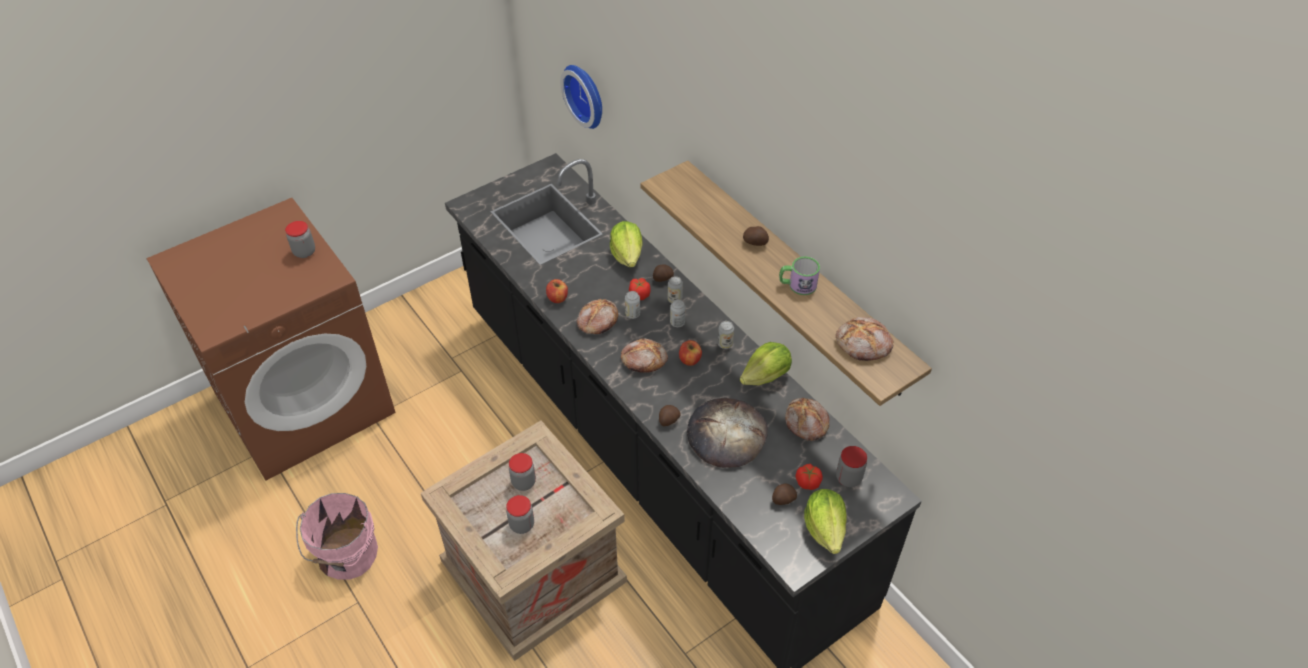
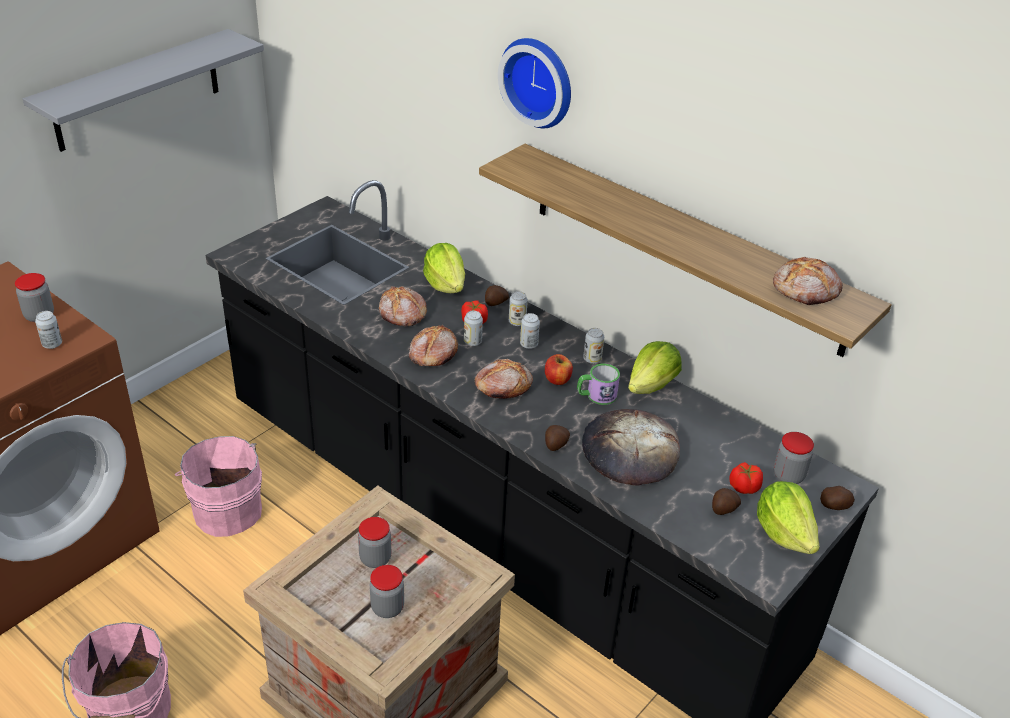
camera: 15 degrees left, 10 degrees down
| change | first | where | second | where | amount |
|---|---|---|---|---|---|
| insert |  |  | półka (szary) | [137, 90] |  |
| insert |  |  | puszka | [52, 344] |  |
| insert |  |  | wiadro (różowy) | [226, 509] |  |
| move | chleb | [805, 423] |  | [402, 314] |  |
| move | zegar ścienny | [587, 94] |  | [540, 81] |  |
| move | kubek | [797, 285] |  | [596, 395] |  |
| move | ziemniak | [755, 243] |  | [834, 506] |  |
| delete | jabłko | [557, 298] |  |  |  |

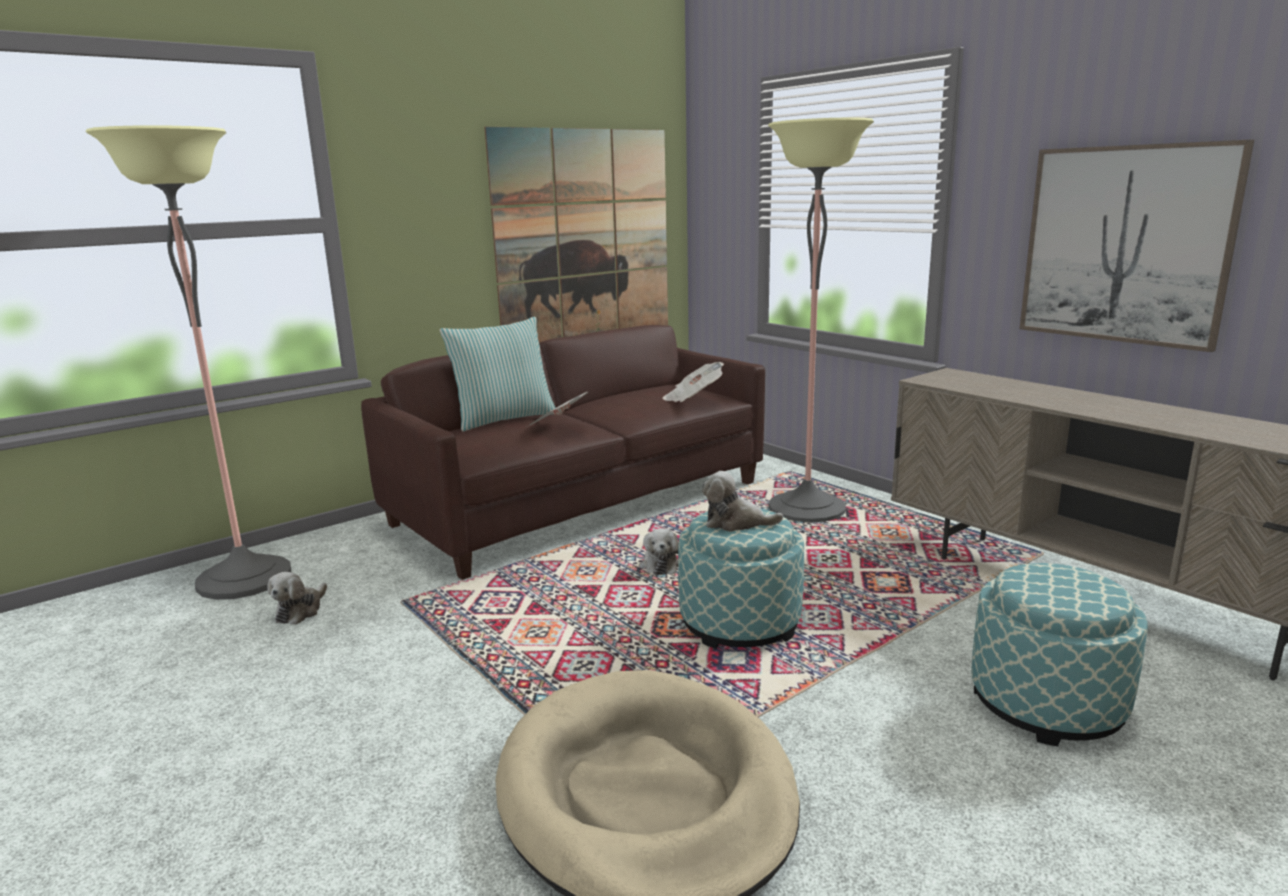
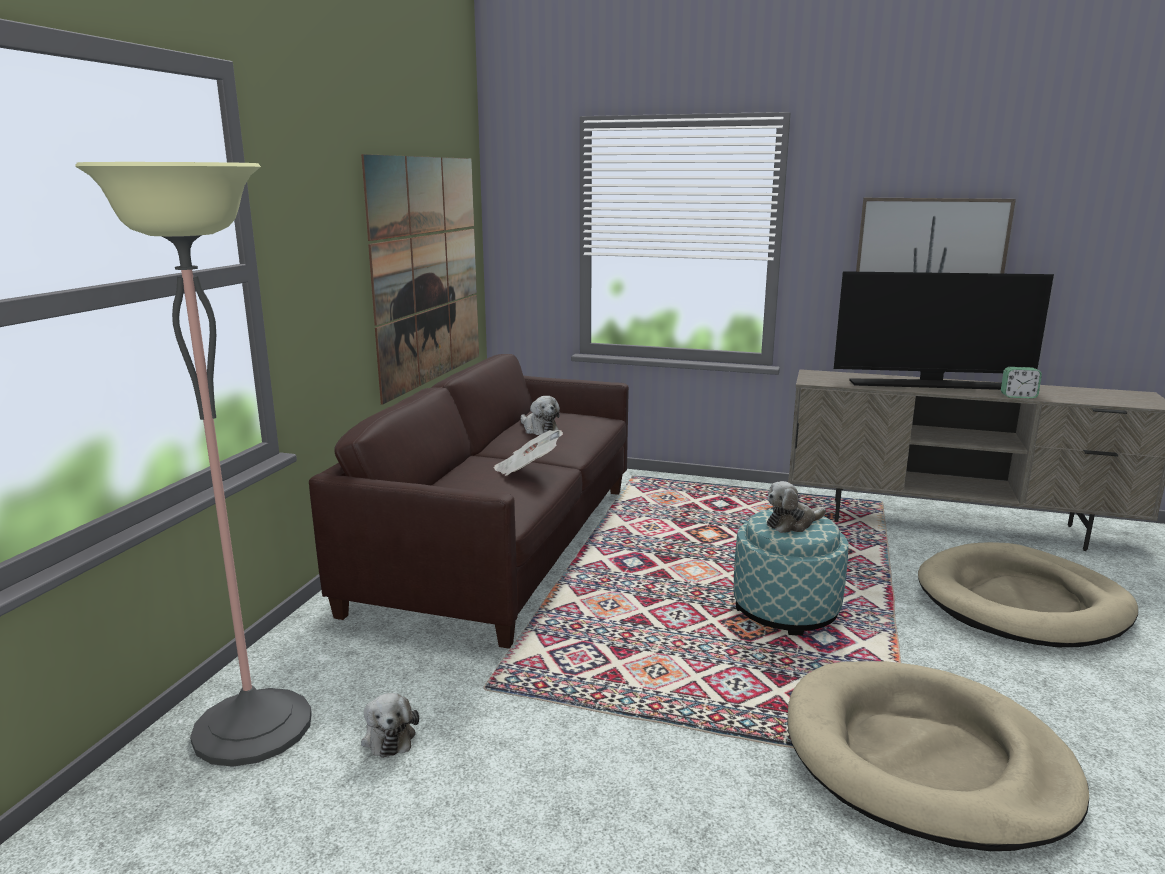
camera: 35 degrees left, 0 degrees up
| change | first | where | second | where | amount |
|---|---|---|---|---|---|
| move | pluszak | [660, 565] |  | [539, 429] |  |
| insert |  |  | telewizor | [931, 385] |  |
| replace | pufa | [1047, 703] | legowisko (beżowy) | [1022, 602] |  |
| insert |  |  | budzik | [1018, 396] |  |
| delete | poduszka | [503, 419] |  |  |  |
| delete | gazeta | [693, 398] |  |  |  |
| delete | lampa stojąca | [806, 508] |  |  |  |

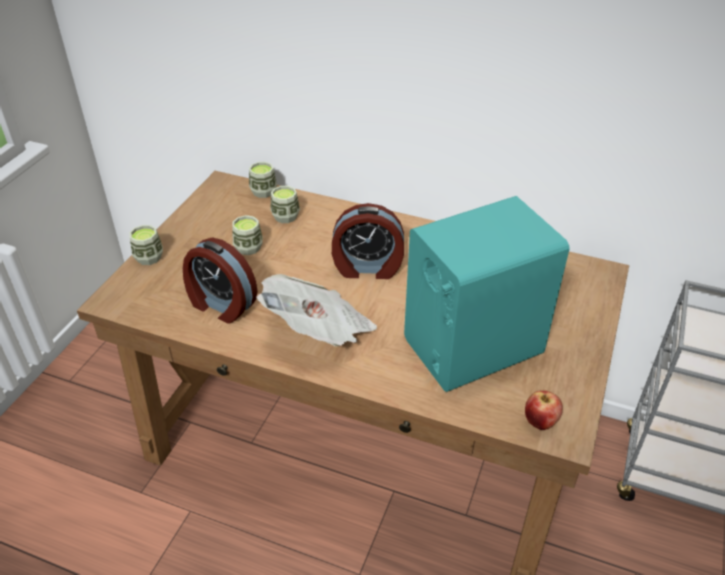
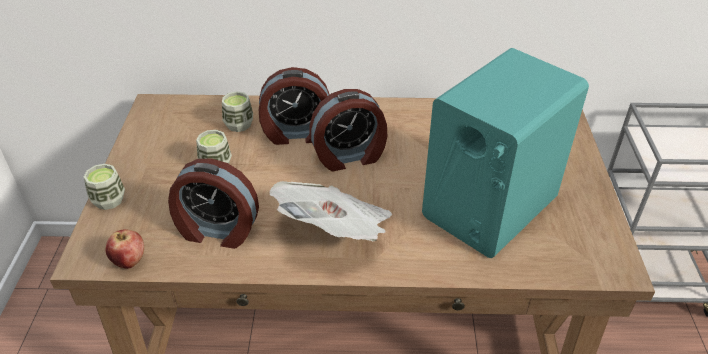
camera: 20 degrees left, 0 degrees up
| change | first | where | second | where | amount |
|---|---|---|---|---|---|
| move | jabłko | [540, 422] |  | [129, 261] |  |
| insert |  |  | budzik | [297, 133] |  |
| delete | filiżanka | [263, 191] |  |  |  |

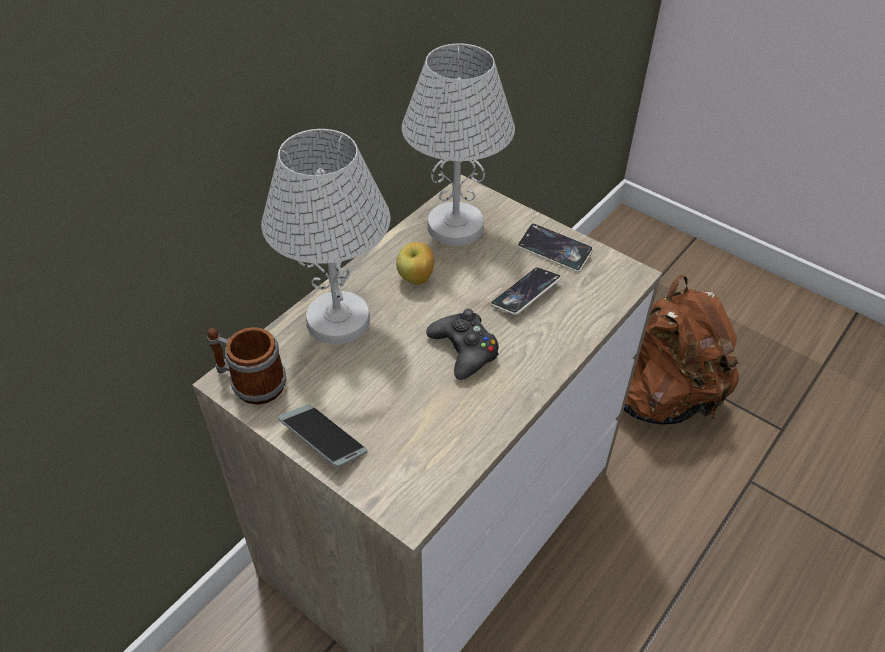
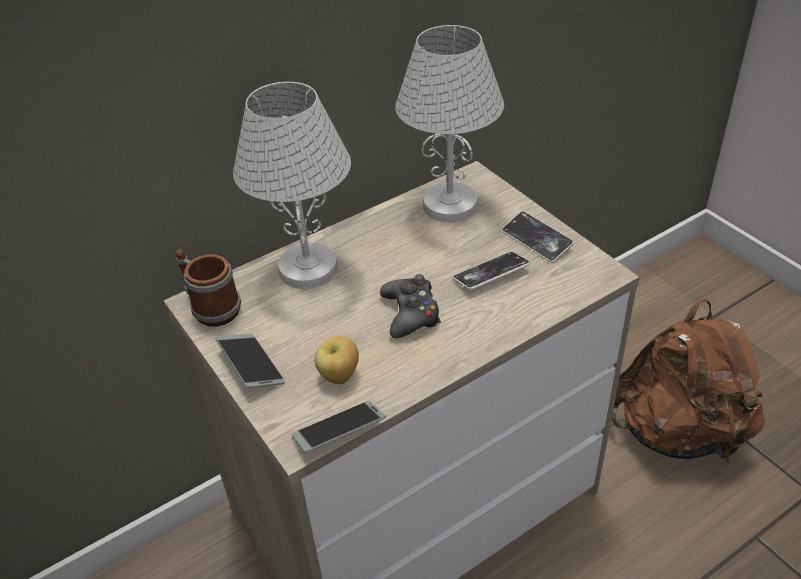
camera: 20 degrees right, 5 degrees down
| change | first | where | second | where | amount |
|---|---|---|---|---|---|
| insert |  |  | telefon | [339, 432] |  |
| move | jabłko | [416, 278] |  | [339, 376] |  |

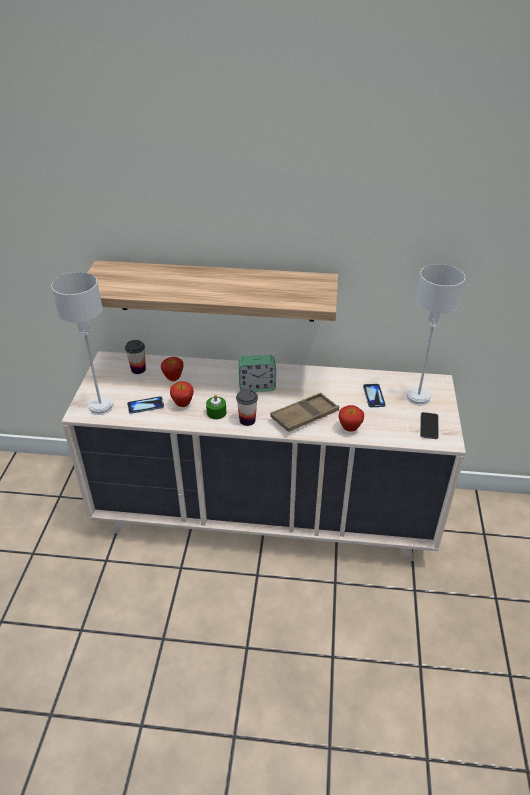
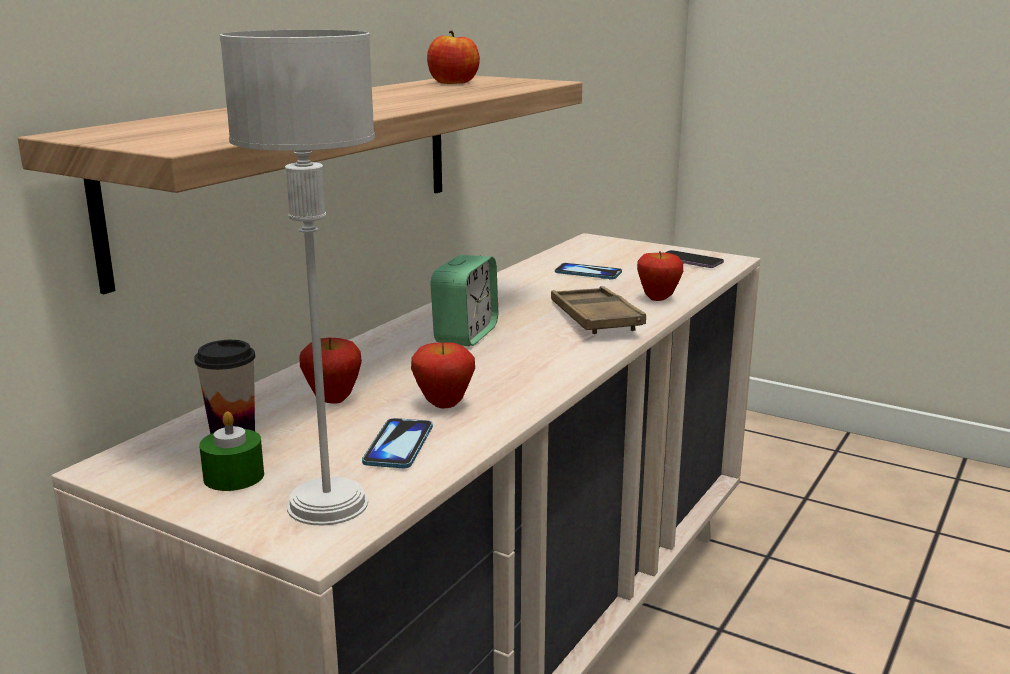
camera: 65 degrees left, 20 degrees down
| change | first | where | second | where | amount |
|---|---|---|---|---|---|
| move | świeca (zielony) | [216, 412] |  | [234, 476] |  |
| insert |  |  | jabłko | [453, 83] |  |
| delete | filiżanka | [247, 420] |  |  |  |
| delete | lampa stołowa (szary) | [418, 397] |  |  |  |

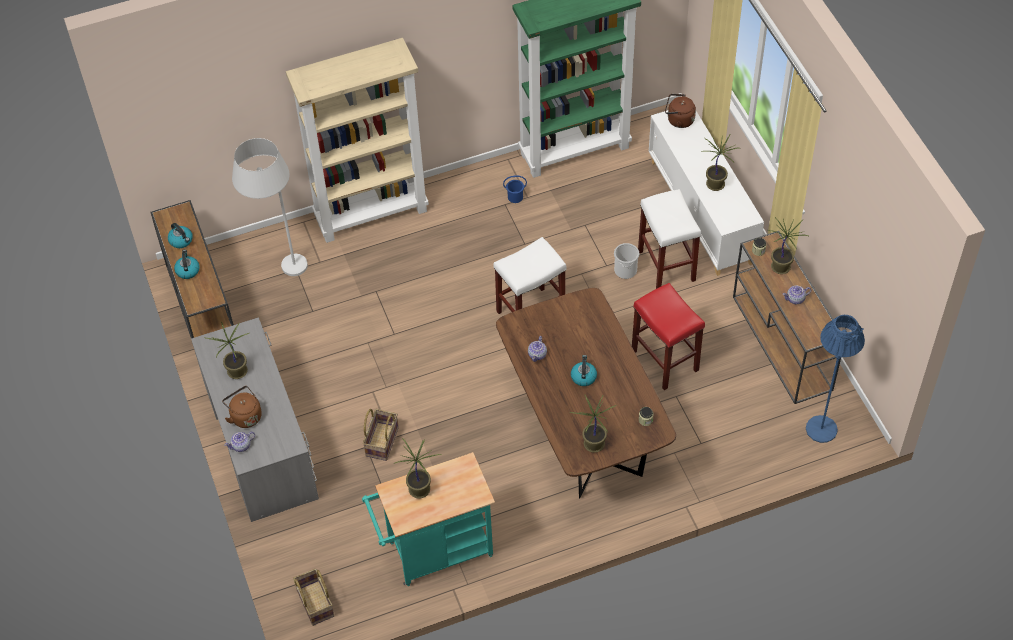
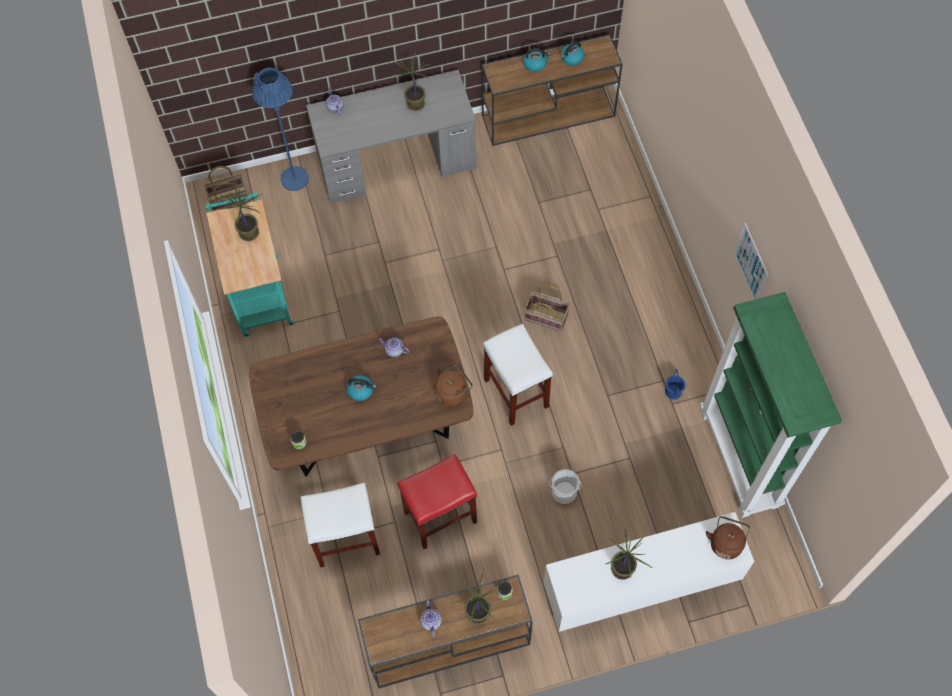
camera: 95 degrees right, 10 degrees up
| change | first | where | second | where | amount |
|---|---|---|---|---|---|
| move | lampa stojąca (niebieski) | [821, 429] |  | [294, 179] |  |
| move | stołek (biały) | [667, 266] |  | [345, 540] |  |
| move | czajnik (brązowy) | [245, 416] |  | [452, 392] |  |
| move | koszyk | [381, 441] |  | [546, 316] |  |
| insert |  |  | obraz | [751, 263] |  |
| delete | lampa stojąca (biały) | [279, 266] |  |  |  |
| delete | regał (beżowy) | [372, 213] |  |  |  |
| delete | roślina doniczkowa | [594, 445] |  |  |  |

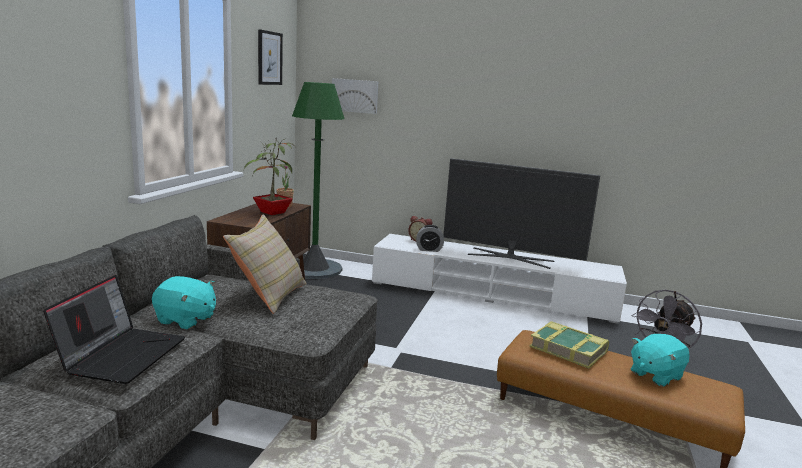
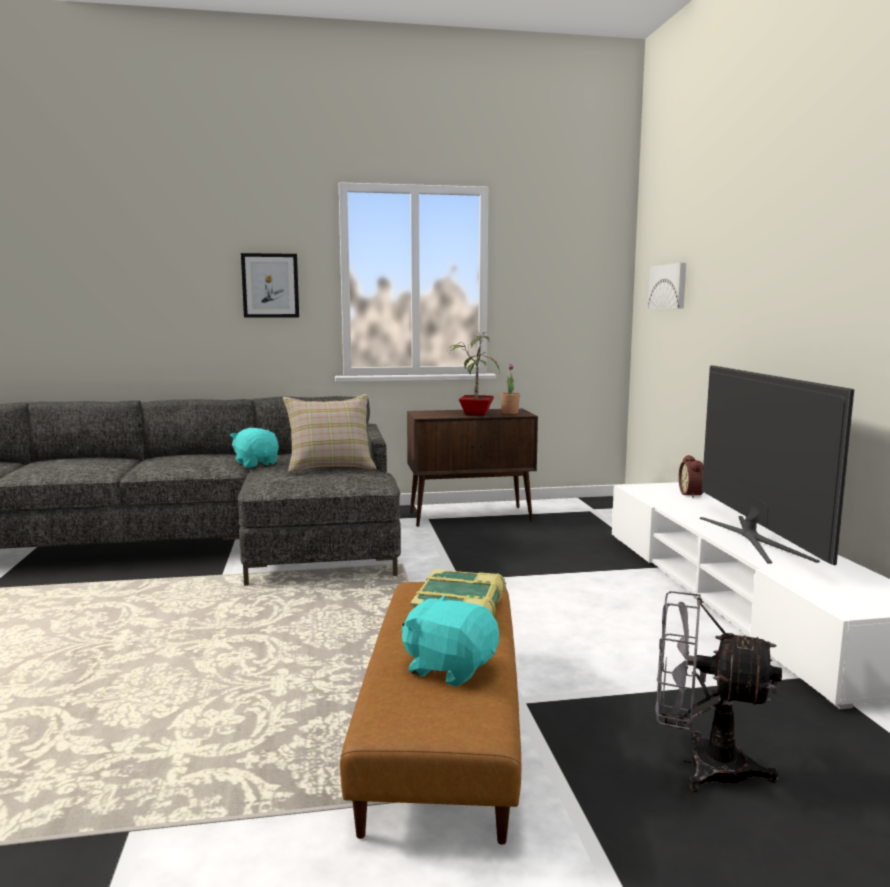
camera: 65 degrees right, 5 degrees down
| change | first | where | second | where | amount |
|---|---|---|---|---|---|
| rotate | pluszak (turkusowy) | [185, 320] |  | [256, 463] | 150 degrees clockwise |
| move | obraz | [269, 58] |  | [270, 285] |  |
| delete | laptop | [122, 354] |  |  |  |
| delete | lampa stojąca (zielony) | [314, 269] |  |  |  |
| delete | budzik | [429, 249] |  |  |  |

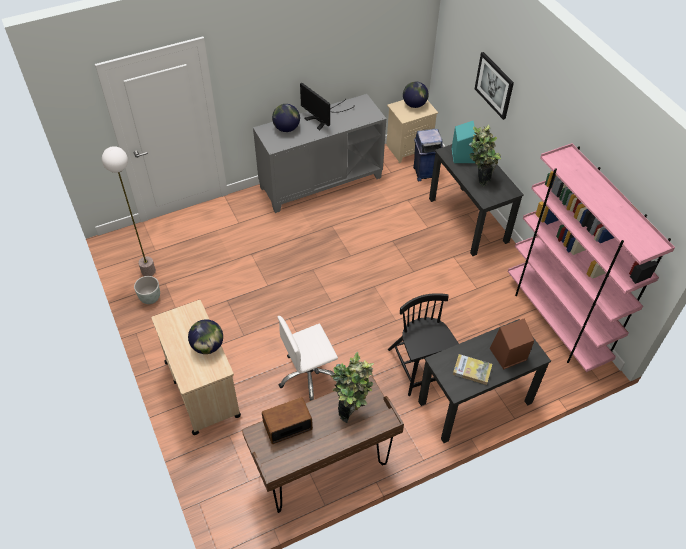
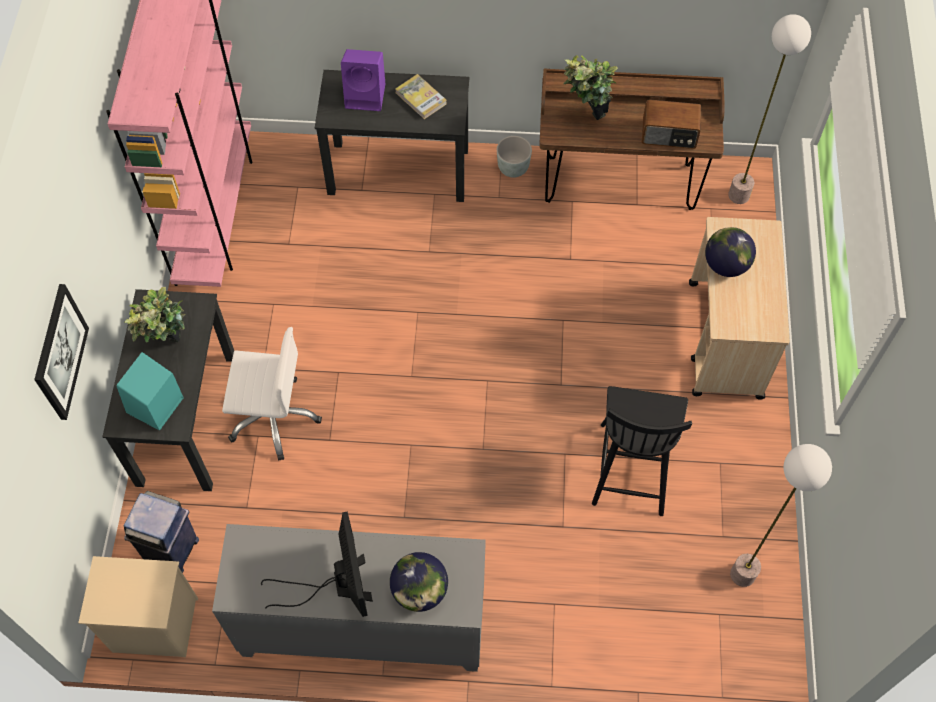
camera: 150 degrees left, 10 degrees up
| change | first | where | second | where | amount |
|---|---|---|---|---|---|
| move | krzesło biurowe (biały) | [309, 376] |  | [274, 417] |  |
| recolor | głośnik (brązowy) | [507, 355] | głośnik (fioletowy) | [366, 96] |  |
| move | donica (szary) | [150, 298] |  | [513, 169] |  |
| move | krzesło (czarny) | [419, 367] |  | [632, 467] |  |
| insert |  |  | lampa stojąca | [739, 195] |  |
| delete | globus | [414, 104] |  |  |  |

